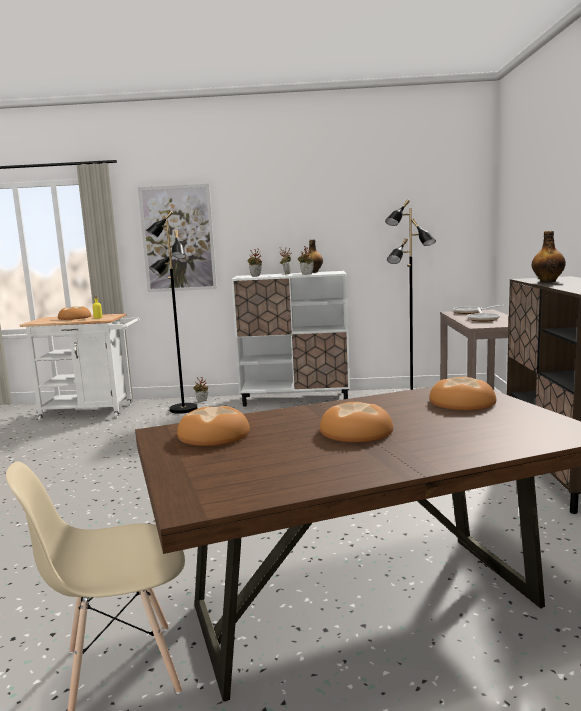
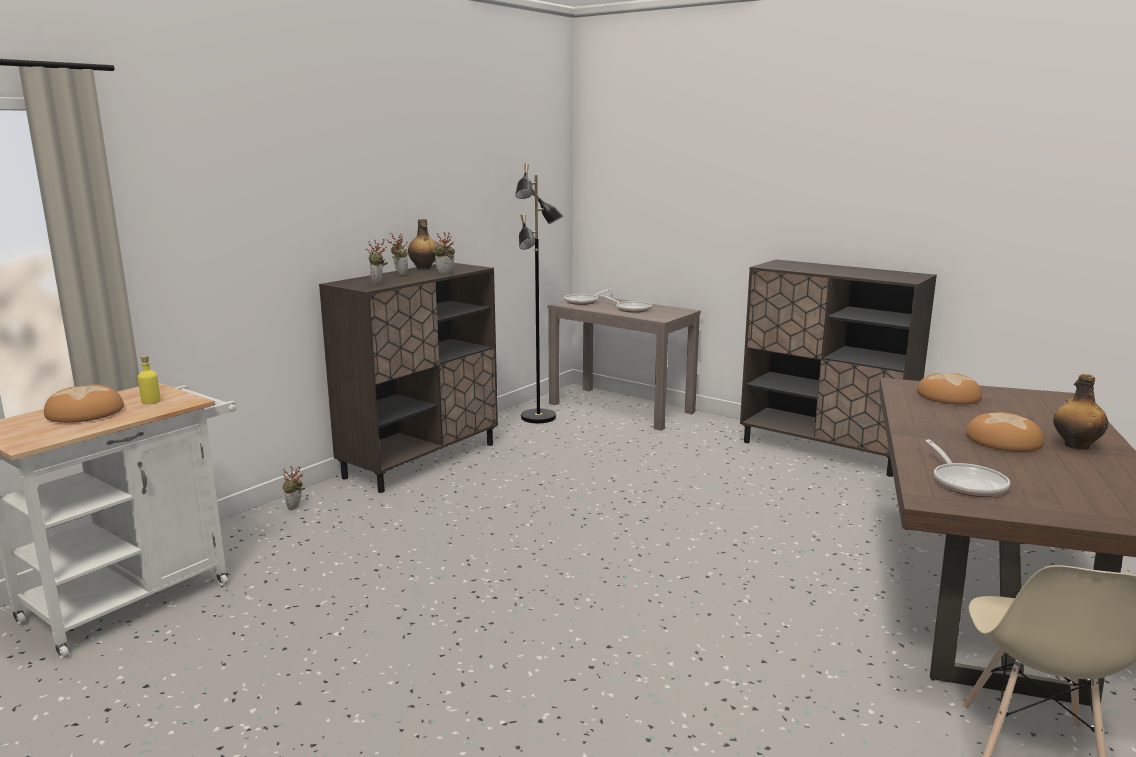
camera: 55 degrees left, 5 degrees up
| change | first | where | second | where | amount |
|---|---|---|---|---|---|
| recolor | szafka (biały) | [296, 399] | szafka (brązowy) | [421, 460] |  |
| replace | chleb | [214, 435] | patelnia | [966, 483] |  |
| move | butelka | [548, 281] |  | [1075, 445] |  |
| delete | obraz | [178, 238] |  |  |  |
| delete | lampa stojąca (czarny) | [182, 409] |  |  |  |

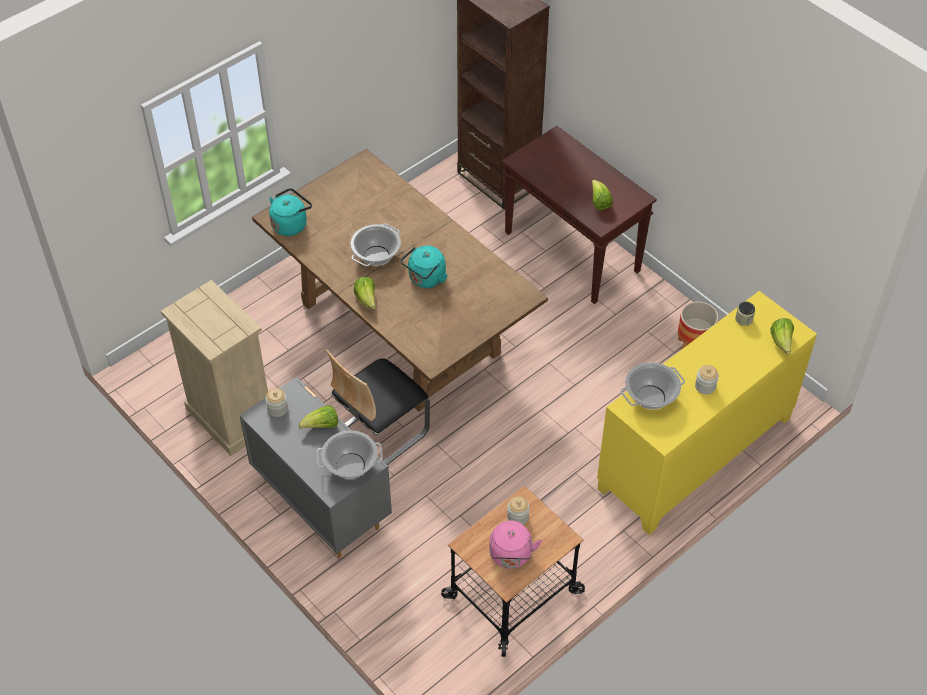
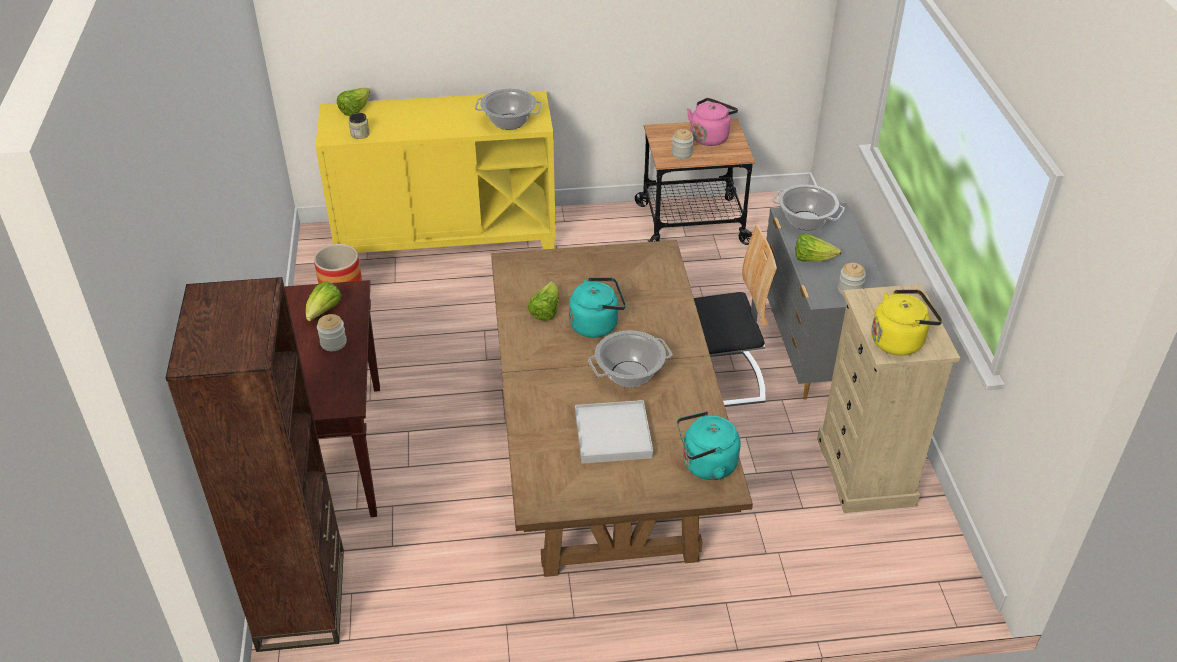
camera: 145 degrees left, 10 degrees down
| change | first | where | second | where | amount |
|---|---|---|---|---|---|
| move | słoik | [705, 386] |  | [333, 343] |  |
| move | sałata | [366, 299] |  | [545, 311] |  |
| insert |  |  | taca (biały) | [613, 434] |  |
| insert |  |  | czajnik (żółty) | [900, 341] |  |

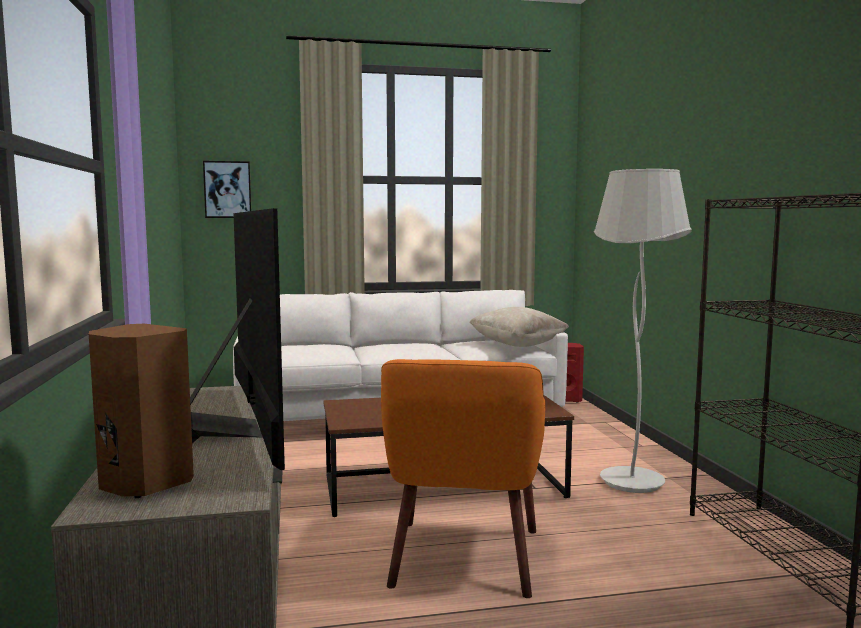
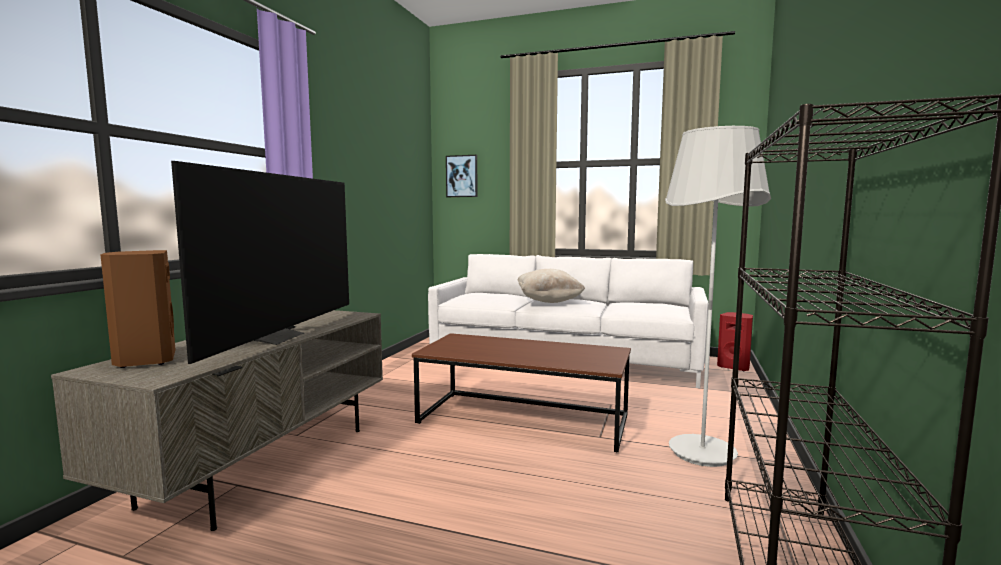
camera: 30 degrees right, 0 degrees up
| change | first | where | second | where | amount |
|---|---|---|---|---|---|
| move | poduszka (beżowy) | [517, 345] |  | [548, 301] |  |
| delete | fotel (pomarańczowy) | [464, 557] |  |  |  |

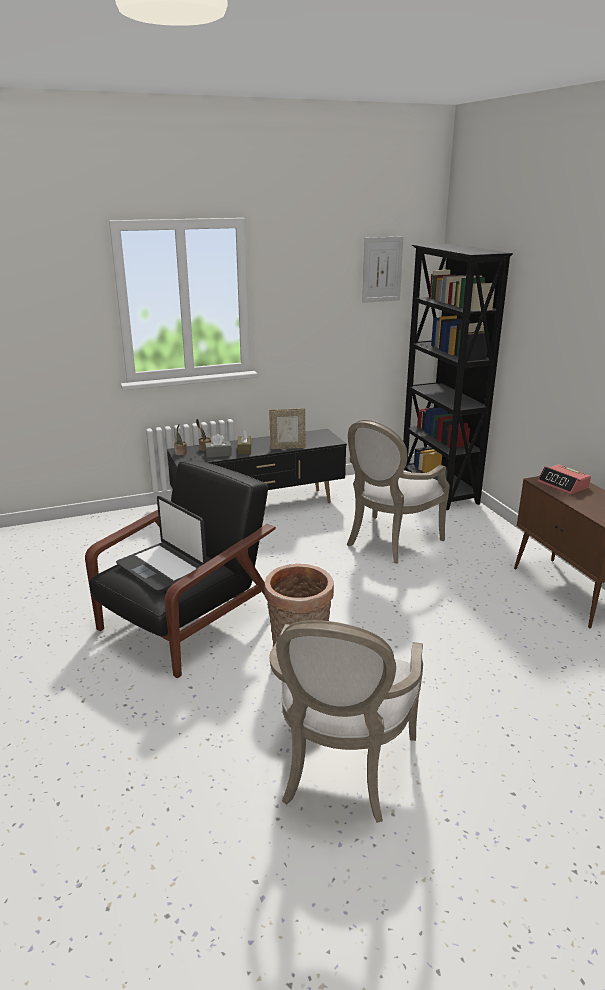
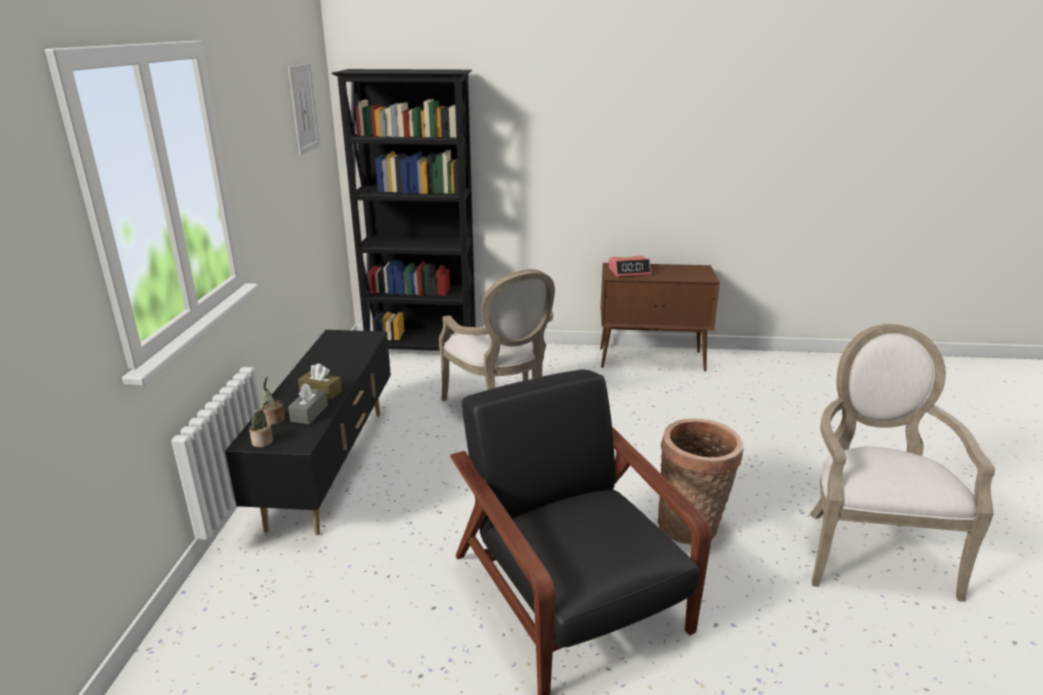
camera: 65 degrees left, 0 degrees up
| change | first | where | second | where | amount |
|---|---|---|---|---|---|
| rotate | fotel | [340, 771] |  | [869, 549] | 120 degrees counterclockwise |
| delete | laptop | [162, 567] |  |  |  |
| delete | ramka na zdjęcie | [287, 447] |  |  |  |

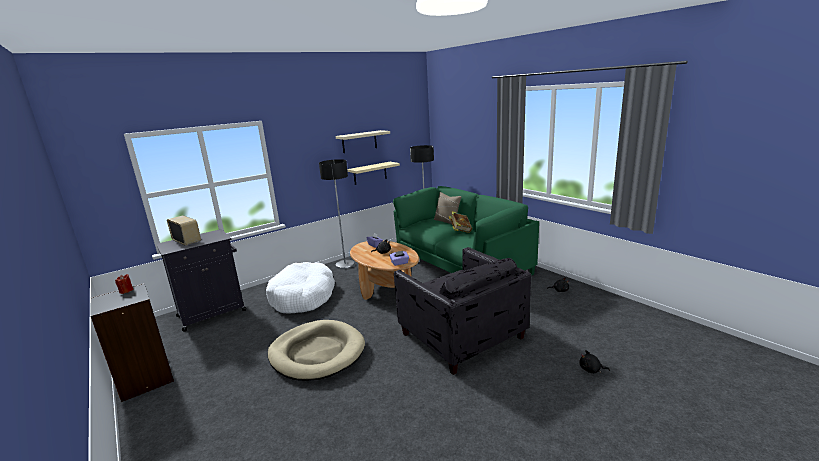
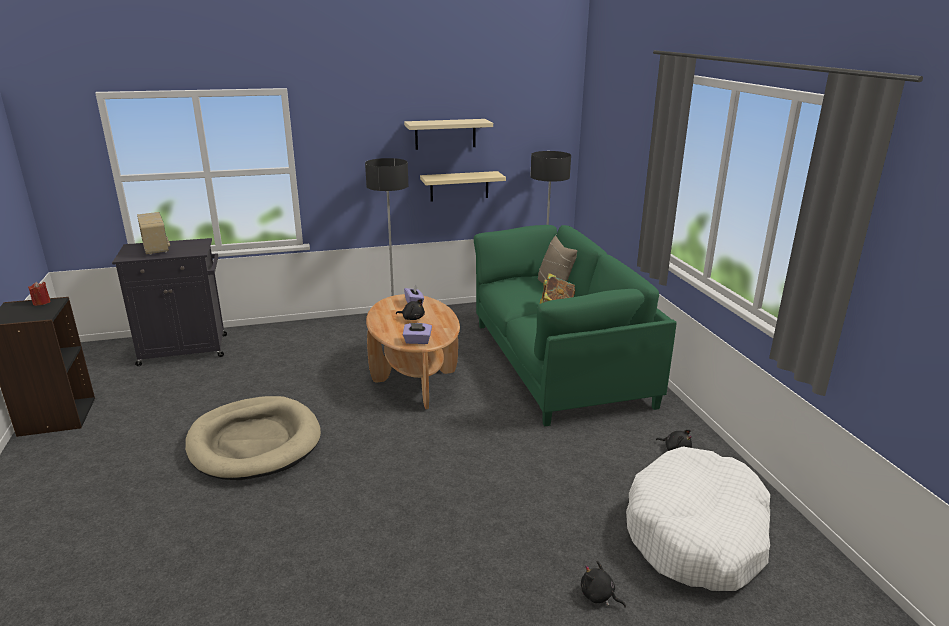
camera: 20 degrees right, 5 degrees up
| change | first | where | second | where | amount |
|---|---|---|---|---|---|
| move | legowisko (biały) | [303, 297] |  | [696, 534] |  |
| delete | fotel (szary) | [462, 336] |  |  |  |

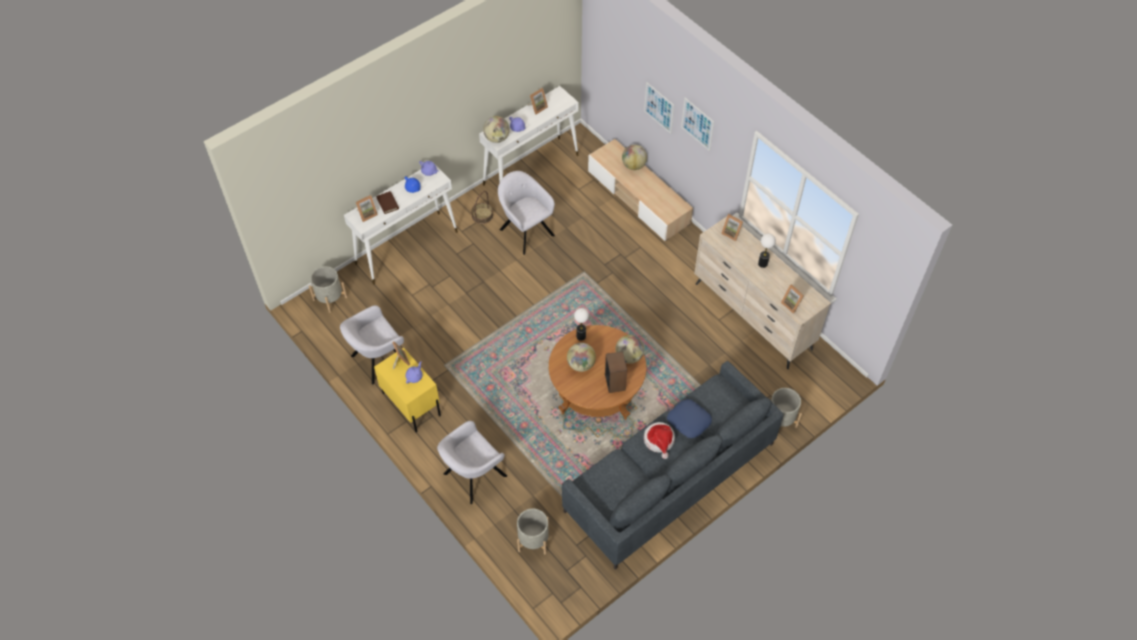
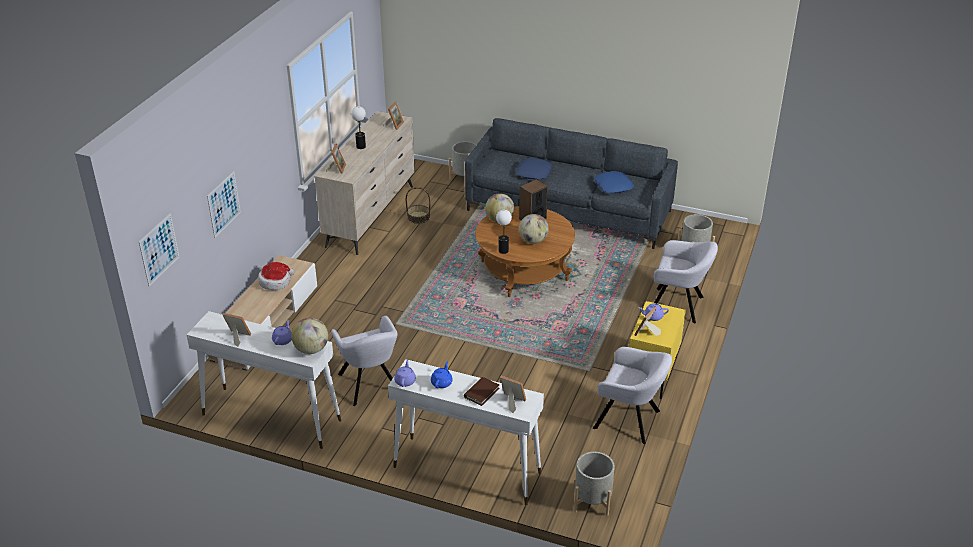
camera: 120 degrees left, 20 degrees down
| change | first | where | second | where | amount |
|---|---|---|---|---|---|
| move | obraz | [697, 124] |  | [159, 249] |  |
| move | kapelusz | [659, 441] |  | [275, 282] |  |
| rotate | fotel (szary) | [525, 231] |  | [370, 385] | 45 degrees counterclockwise |
| move | koszyk | [482, 215] |  | [418, 217] |  |
| insert |  |  | poduszka (niebieski) | [613, 186] |  |
| delete | globus | [633, 165] |  |  |  |

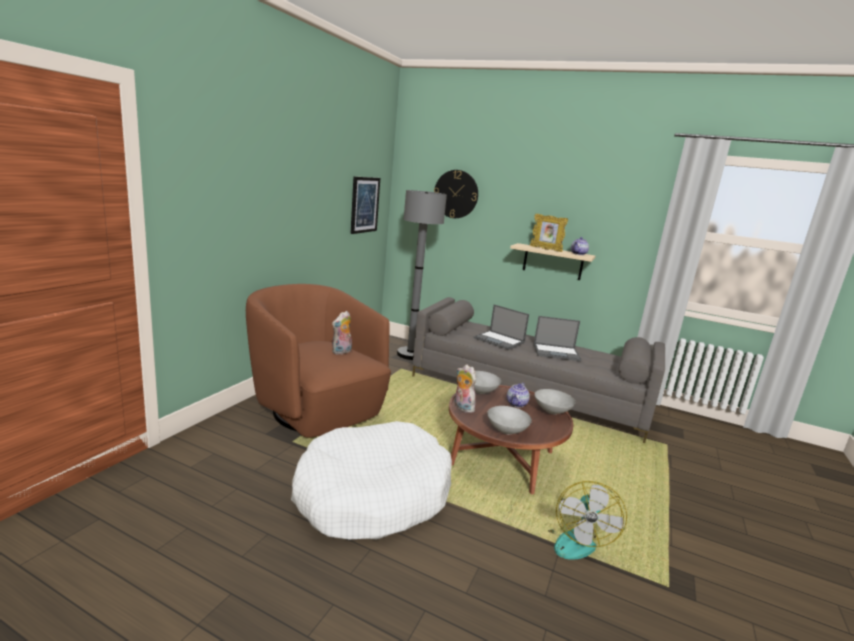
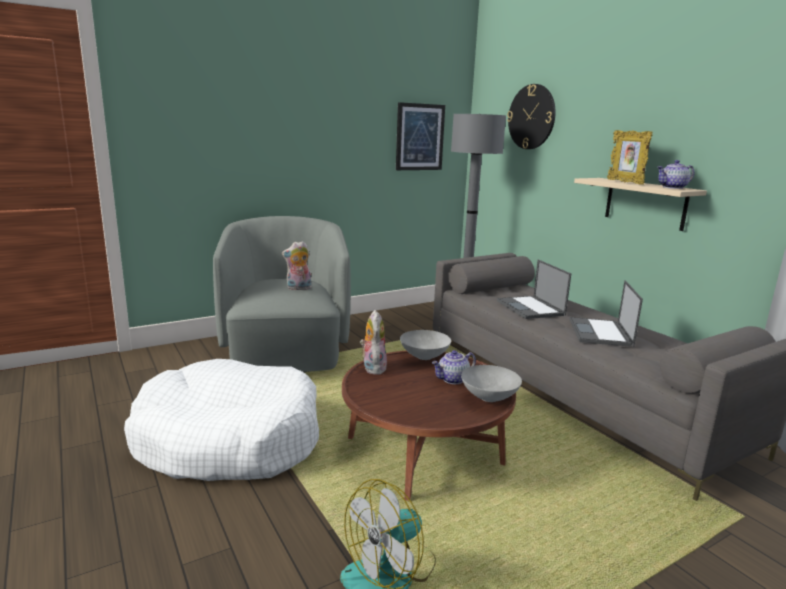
camera: 35 degrees right, 0 degrees up
| change | first | where | second | where | amount |
|---|---|---|---|---|---|
| recolor | fotel (brązowy) | [316, 410] | fotel (szary) | [286, 354] |  |
| rotate | laptop | [557, 352] |  | [600, 333] | 60 degrees clockwise |
| delete | miska (szary) | [506, 430] |  |  |  |

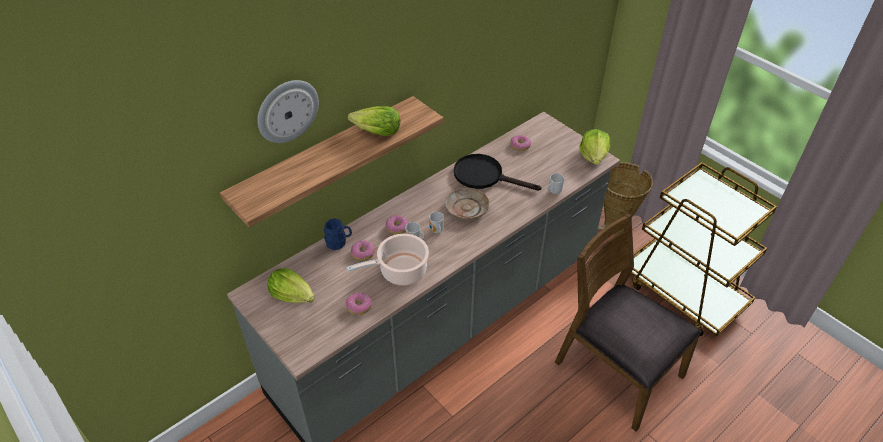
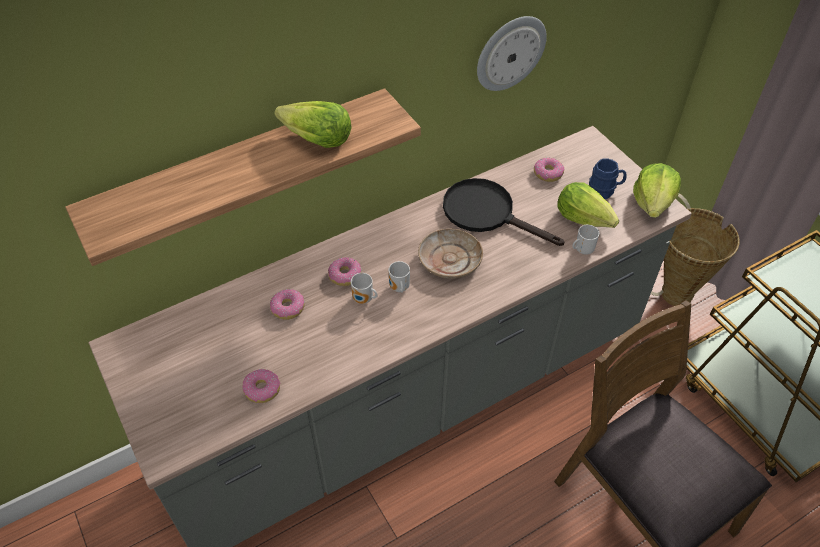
camera: 10 degrees right, 5 degrees up
| change | first | where | second | where | amount |
|---|---|---|---|---|---|
| move | zegar ścienny | [287, 110] |  | [510, 52] |  |
| move | sałata | [292, 295] |  | [584, 218] |  |
| move | kubek (niebieski) | [339, 242] |  | [604, 190] |  |
| delete | garnek | [400, 271] |  |  |  |

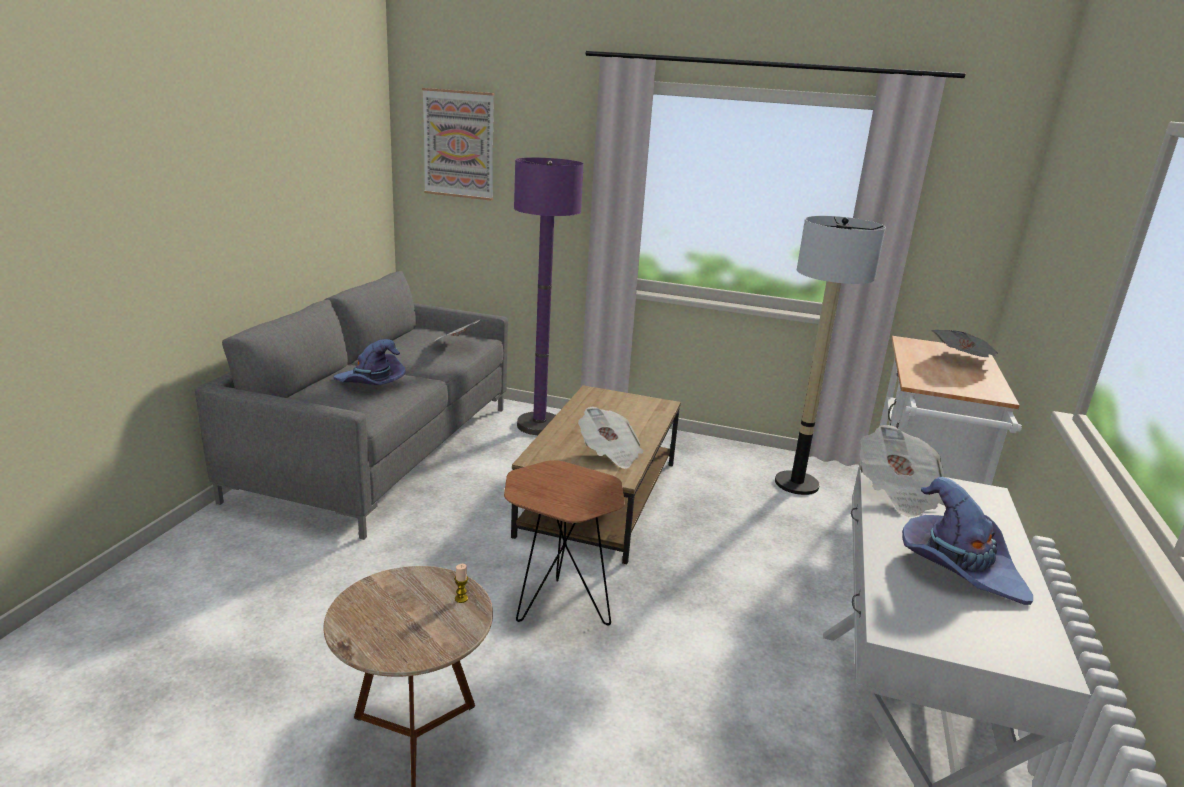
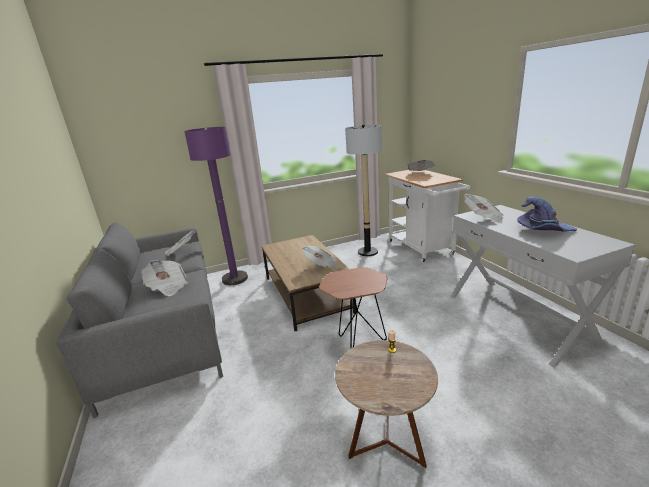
camera: 35 degrees left, 0 degrees up
| change | first | where | second | where | amount |
|---|---|---|---|---|---|
| replace | kapelusz (fioletowy) | [371, 384] | gazeta | [167, 287] |  |
| delete | obraz | [459, 144] |  |  |  |

